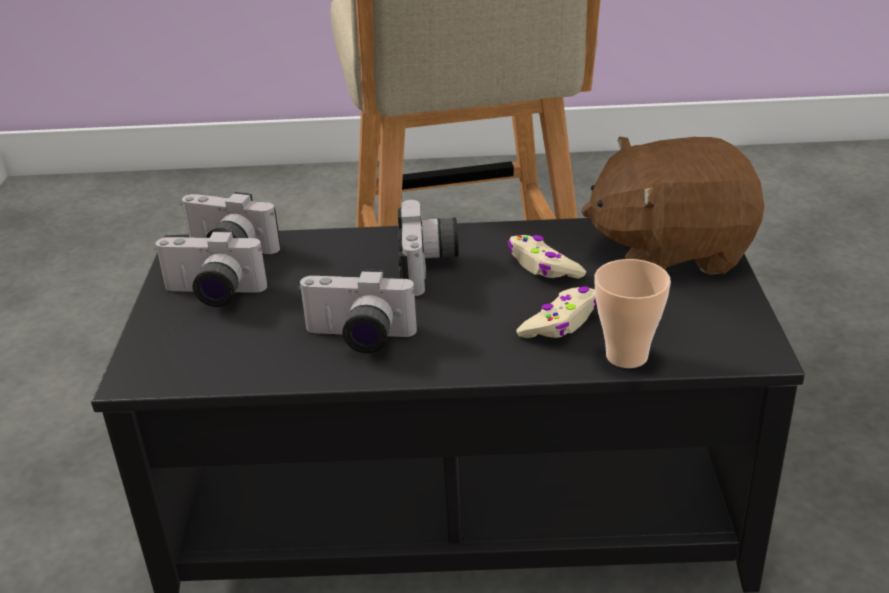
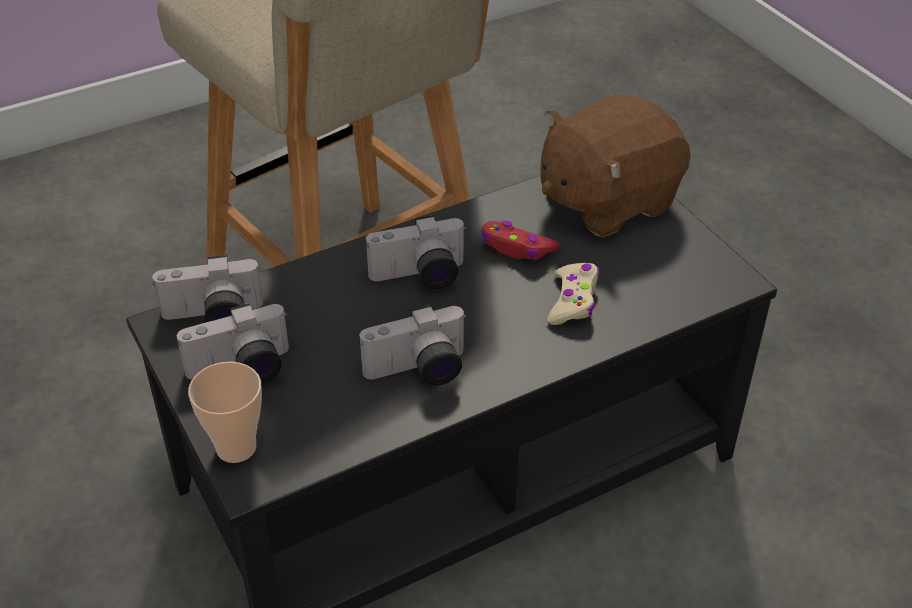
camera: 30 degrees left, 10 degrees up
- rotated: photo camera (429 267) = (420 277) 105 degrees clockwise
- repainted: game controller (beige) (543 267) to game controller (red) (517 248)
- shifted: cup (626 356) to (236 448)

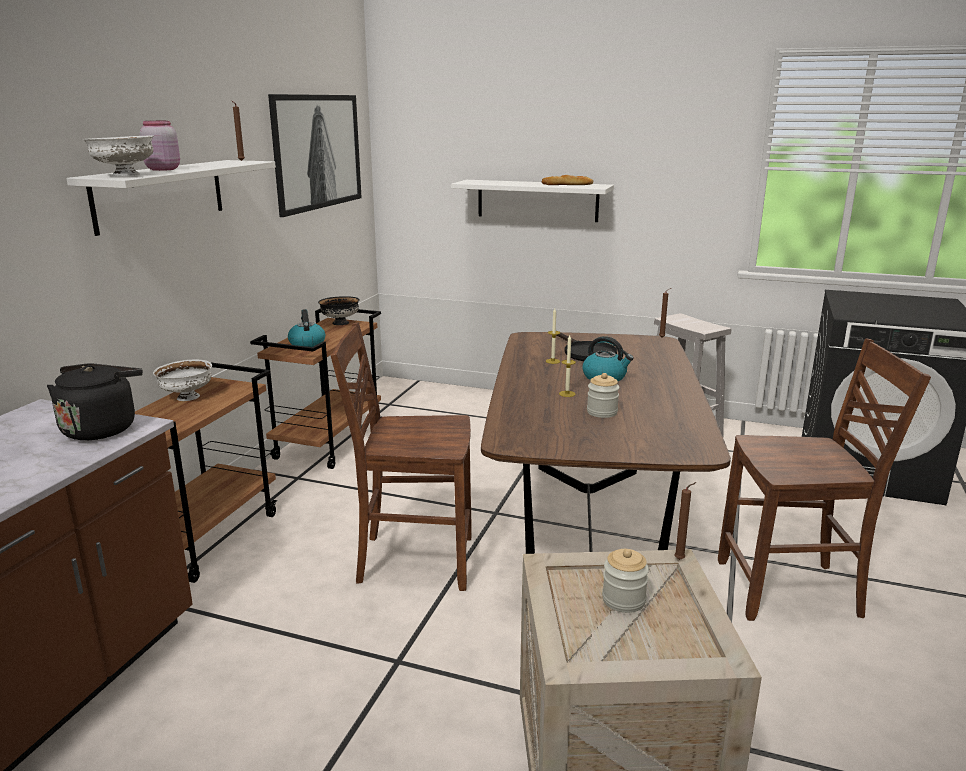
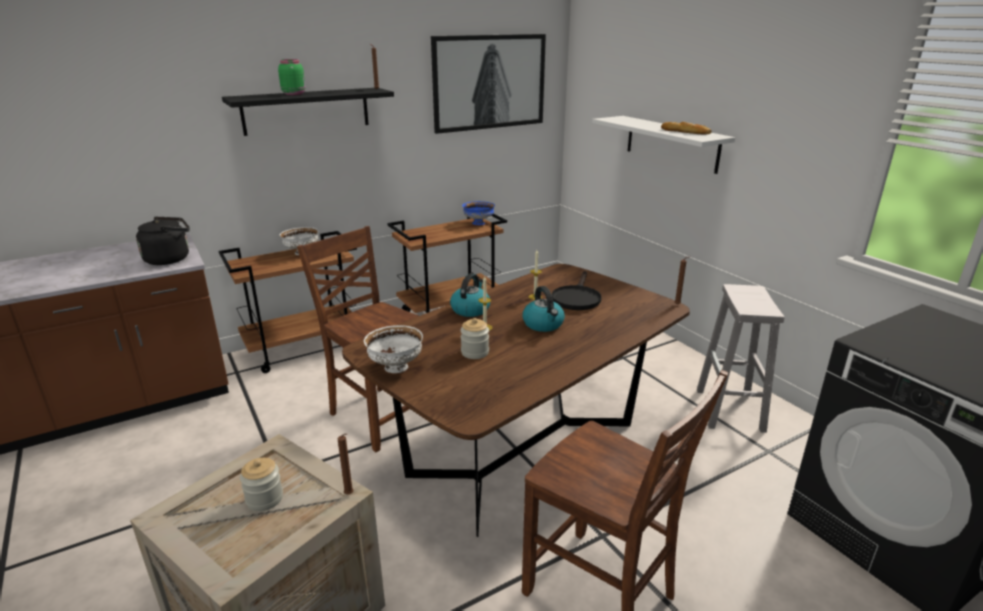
camera: 40 degrees right, 5 degrees up
- repainted: shelf (white) (160 195) to shelf (black) (306 111)
- shifted: bowl (white) (124 175) to (395 367)
- repainted: jar (pink) (162 169) to jar (green) (294 94)
- shifted: kettle (307 343) to (470 309)
- repainted: bowl (black) (340 323) to bowl (blue) (478 223)

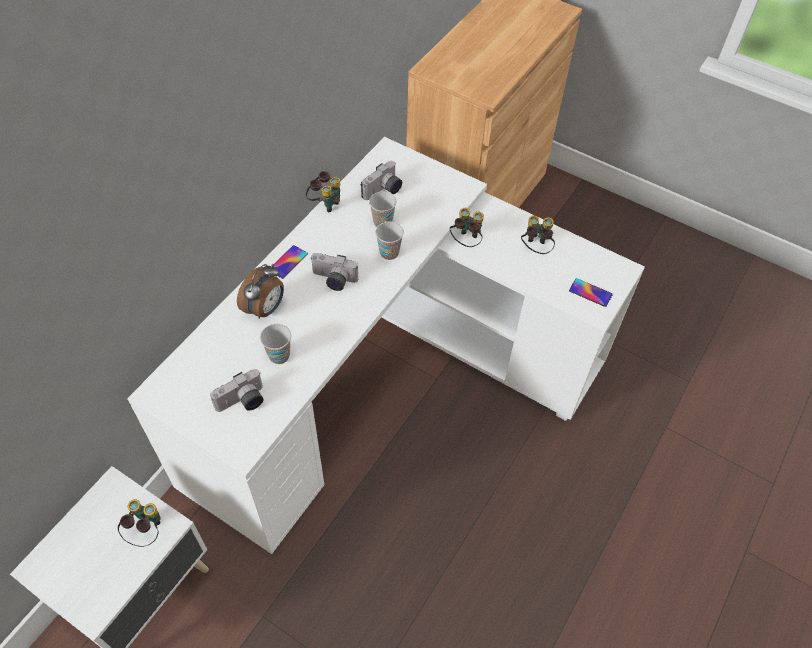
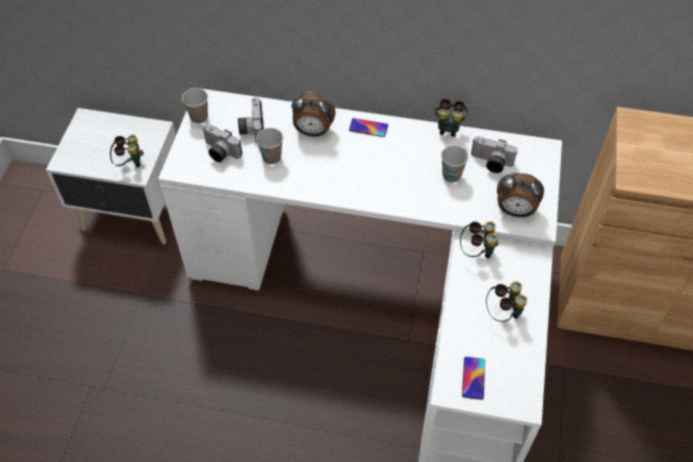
camera: 70 degrees right, 0 degrees up
- shifted: photo camera (333 280) to (251 128)
- shifted: cup (389 253) to (199 117)
- new: alarm clock (515 211)

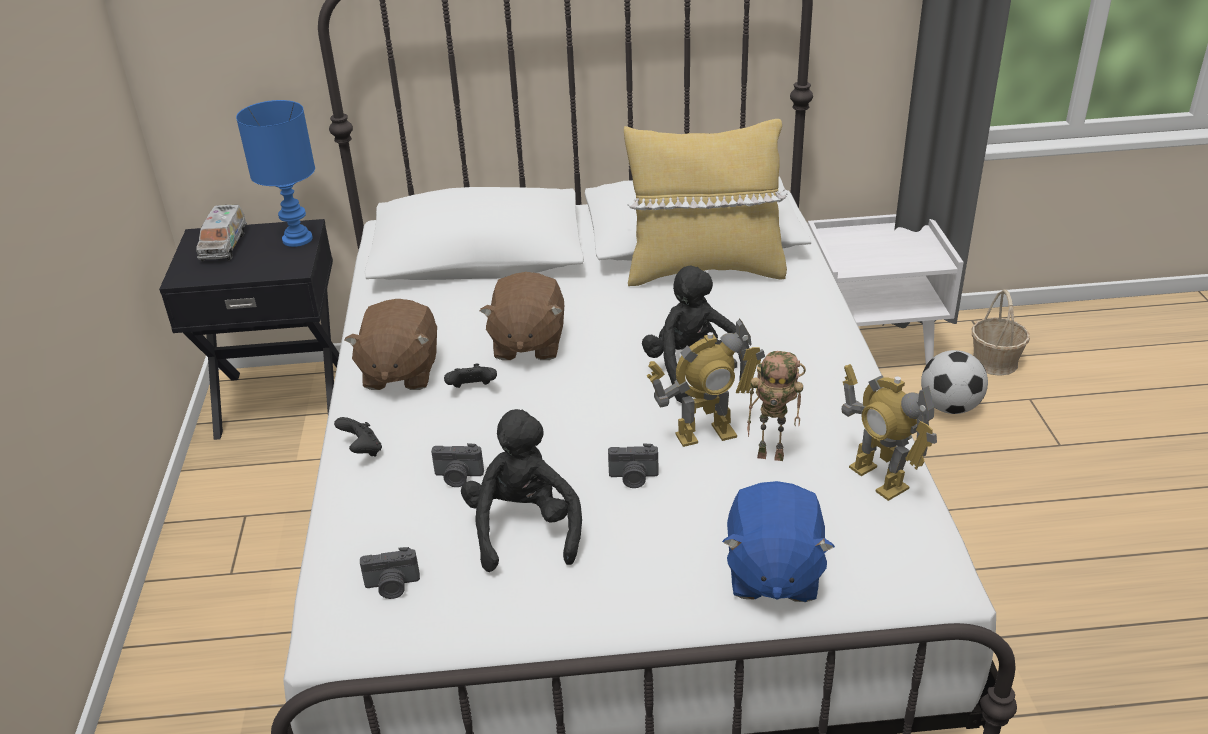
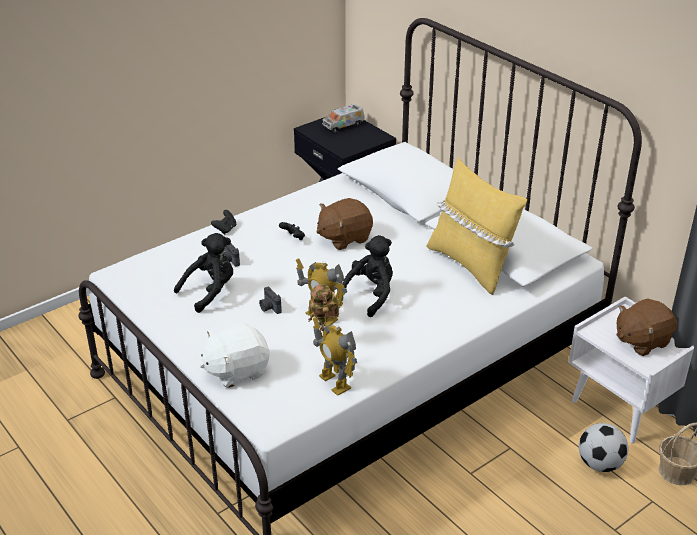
camera: 55 degrees right, 0 degrees up
- gone: table lamp (blue) (297 239)
- shifted: plush toy (brown) (400 372) to (641 341)
- gone: photo camera (392 586)
- repainted: plush toy (blue) (772 573) to plush toy (white) (236 370)
- rotated: toy robot (878 478) = (334 382) 60 degrees counterclockwise

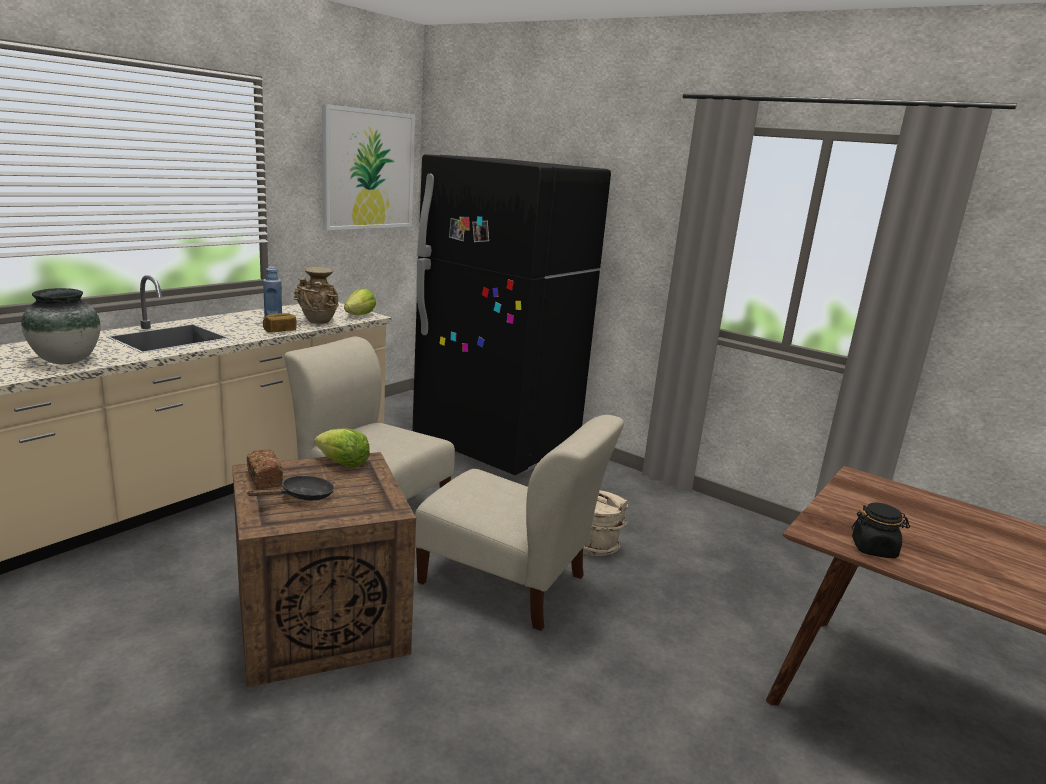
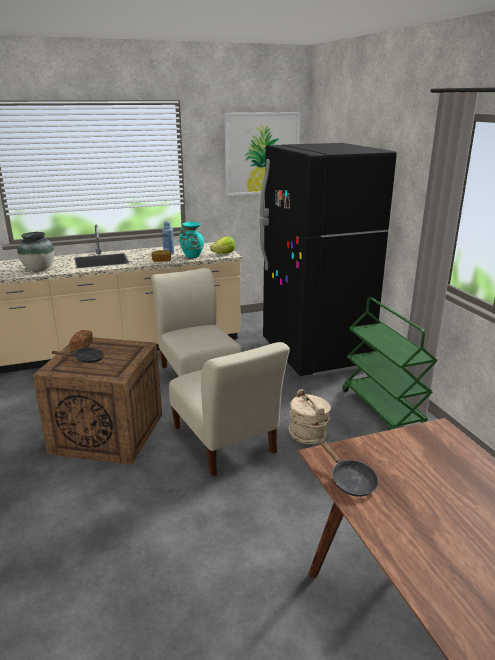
camera: 35 degrees right, 5 degrees up
- repainted: vase (beige) (318 322) to vase (turquoise) (192 256)
- gone: lettuce (342 463)
- swapped: jar (black) (874 549) to frying pan (black) (350 481)
- new: cart (green) (383 409)

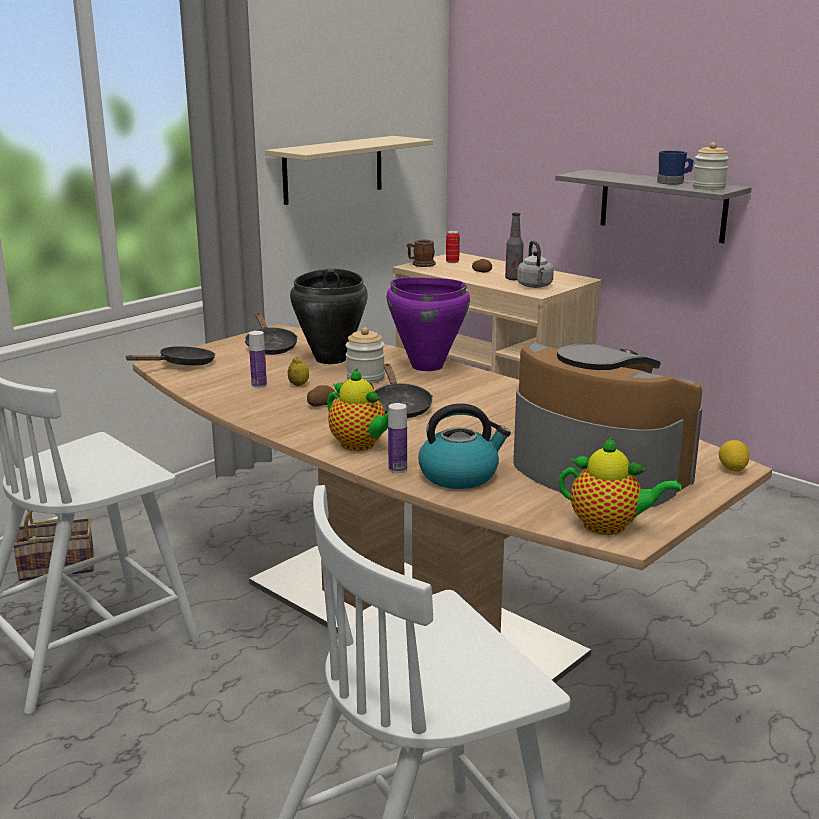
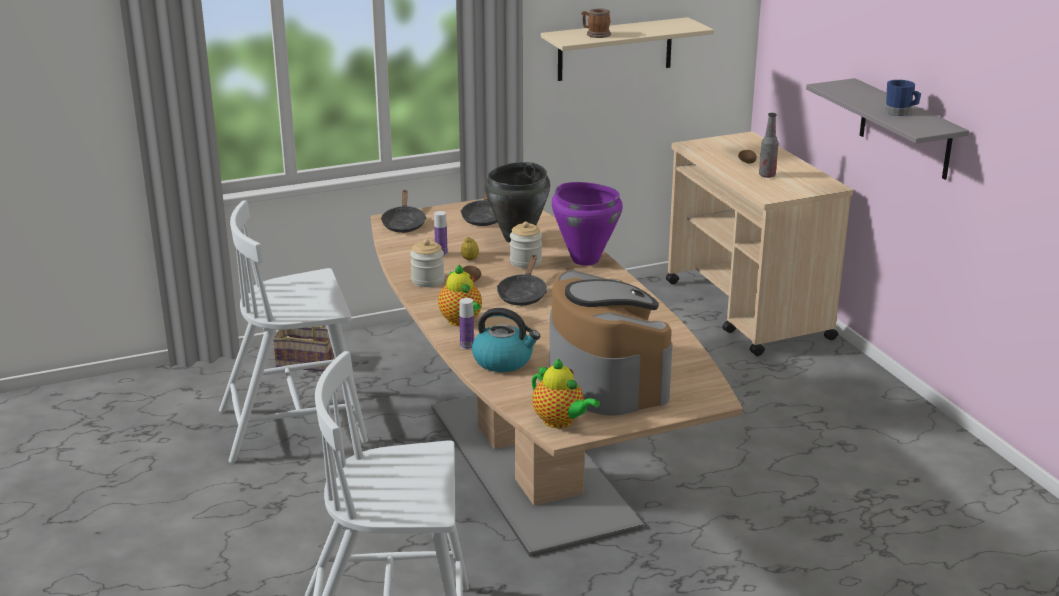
camera: 25 degrees right, 5 degrees up
- rotated: frying pan (black) (182 365) = (403 224) 105 degrees clockwise
- shifted: mug (421 264) to (595 34)
- gone: can (452 262)
- gone: kettle (grey) (535 286)
- shifted: jar (708 187) to (428 280)
- gone: lemon (732 469)

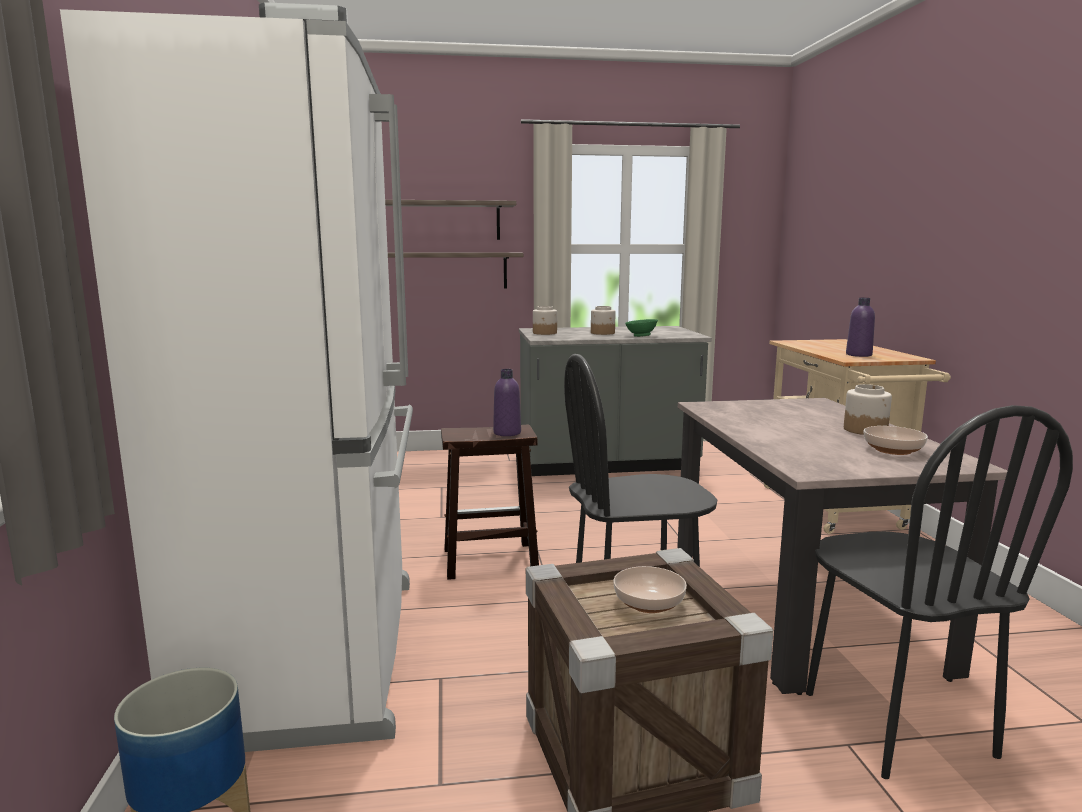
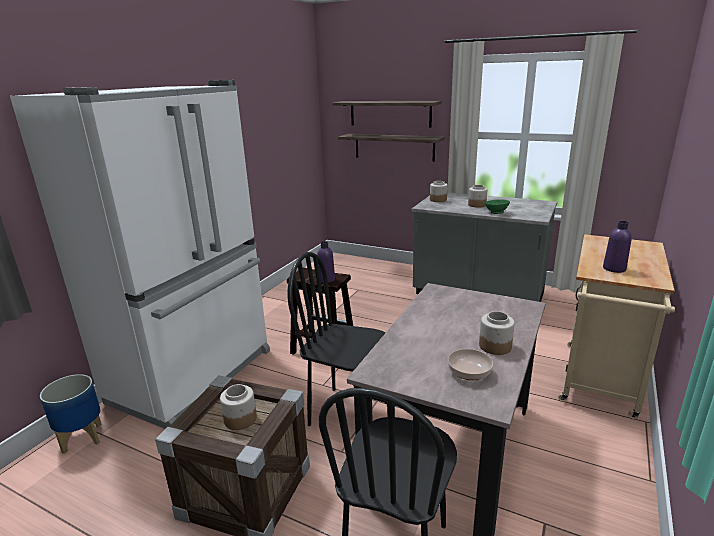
camera: 35 degrees right, 10 degrees up
- swapped: bowl (648 603) to jar (240 419)

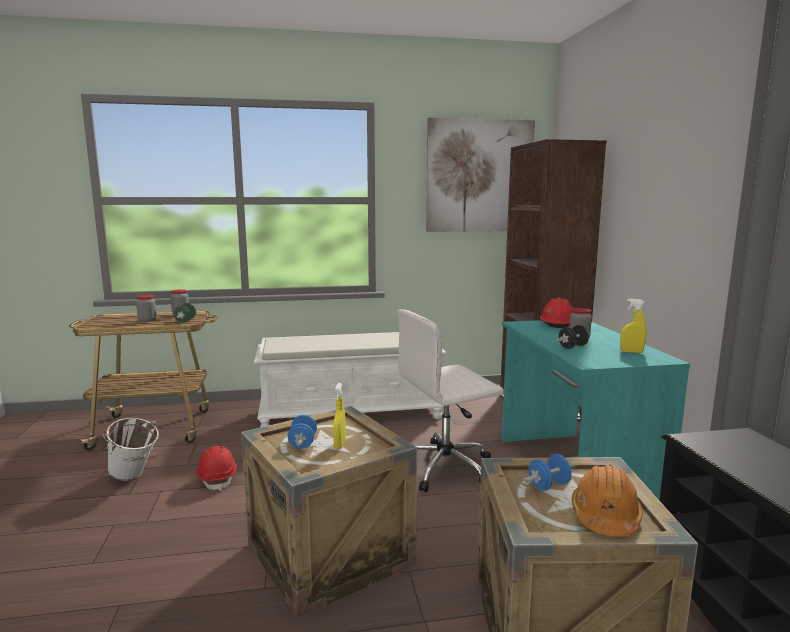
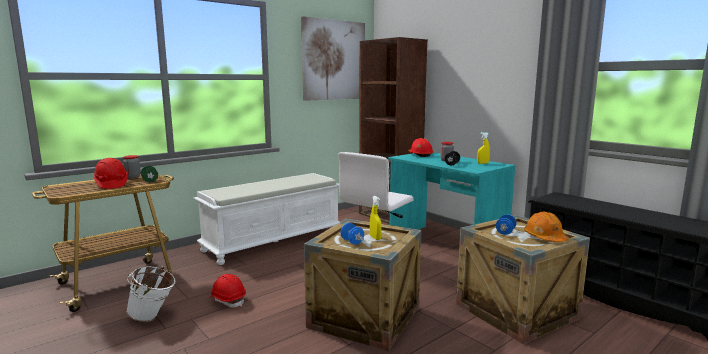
camera: 30 degrees left, 0 degrees up
- swapped: jar (147 320) to hard hat (red) (111 184)

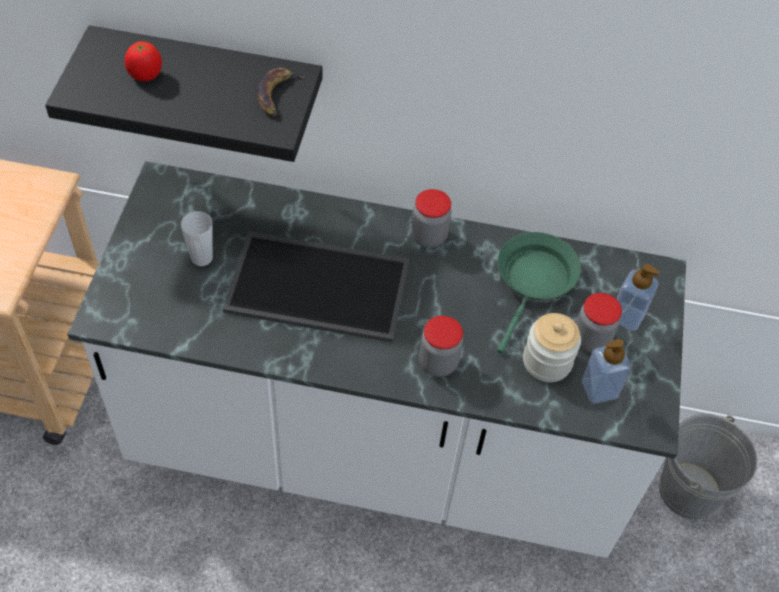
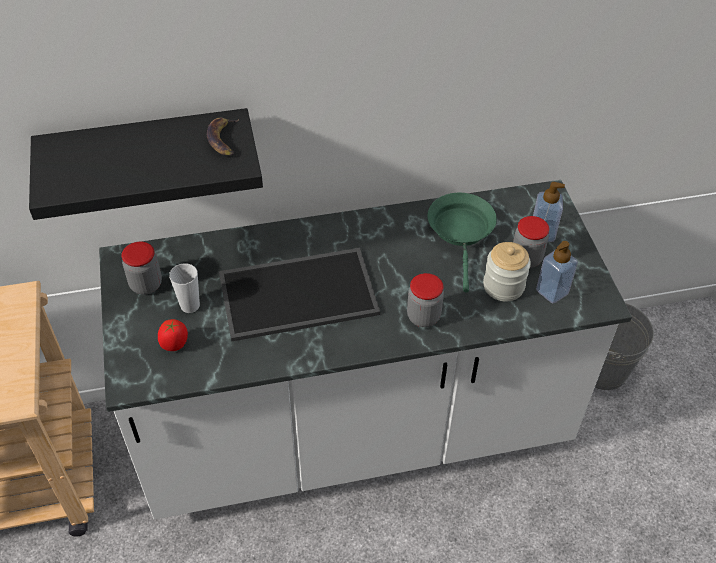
camera: 20 degrees left, 5 degrees down
- shifted: tomato (145 75) to (175 345)
- shifted: jar (429 236) to (146 284)

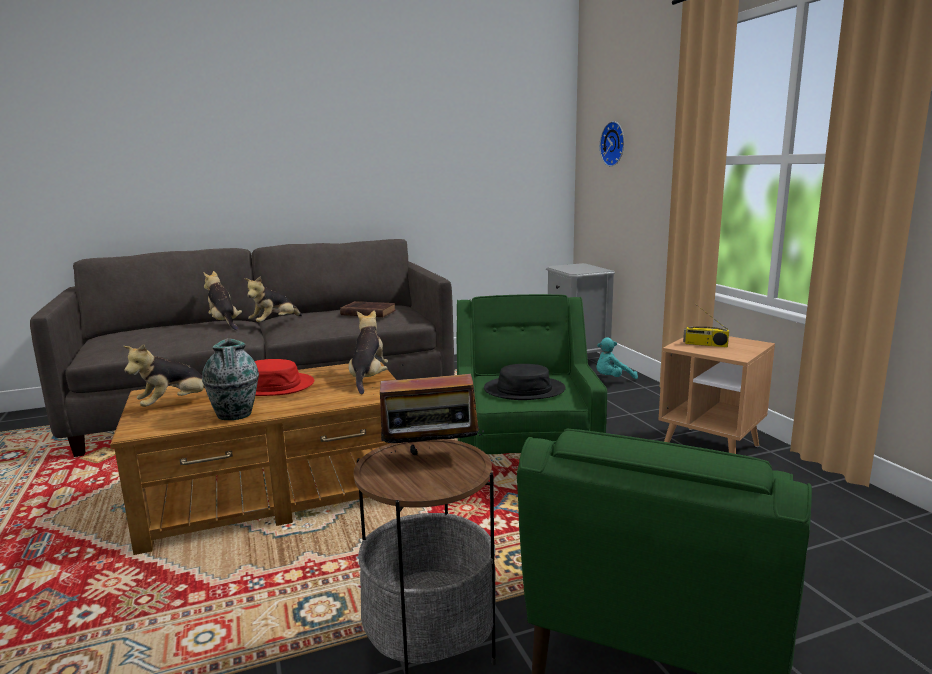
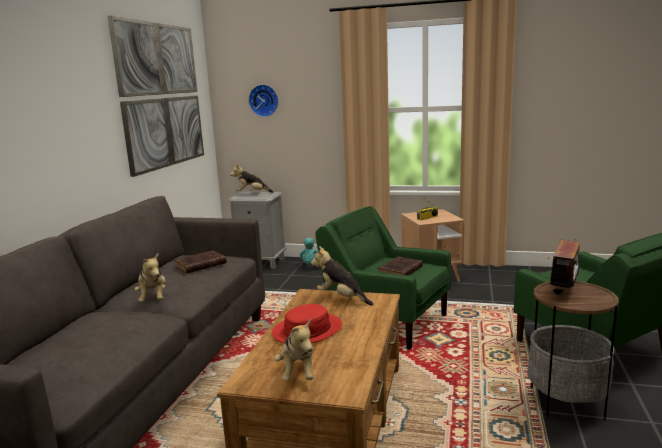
camera: 55 degrees left, 0 degrees up
- gone: vase (235 415)
- shifted: plush toy (224 323) to (251 193)
- swapped: hat (black) (524 390) to book (brown) (399 271)
- new: picture (161 96)

